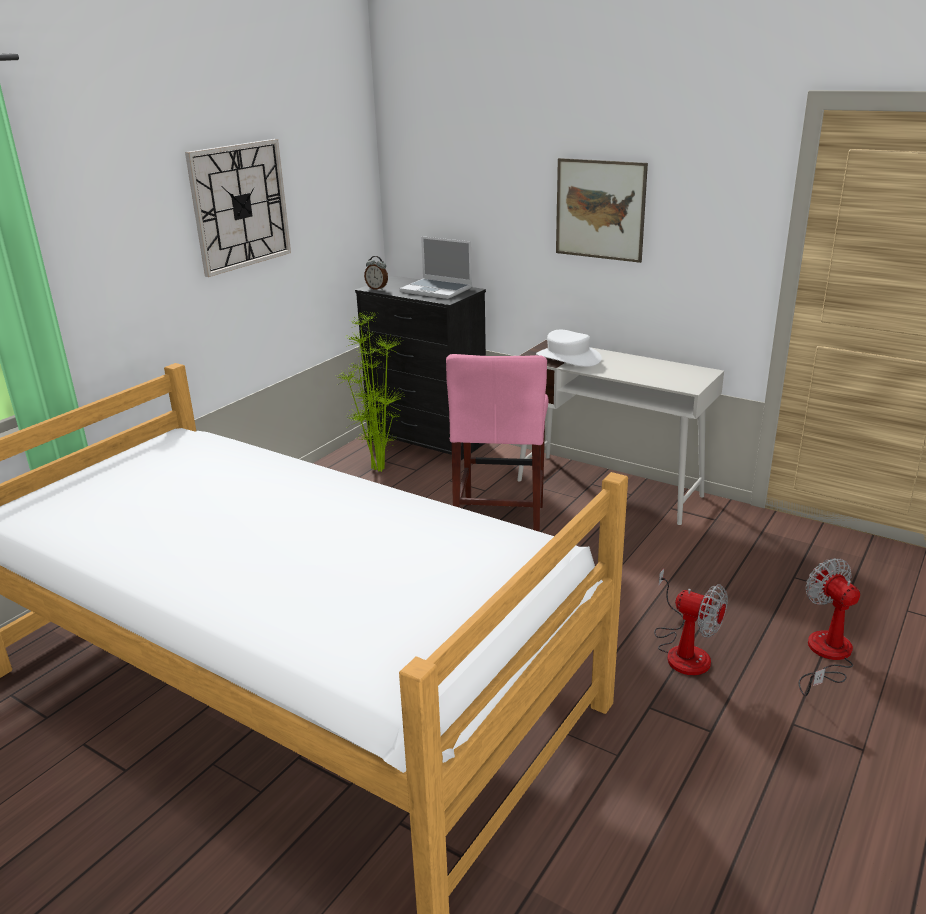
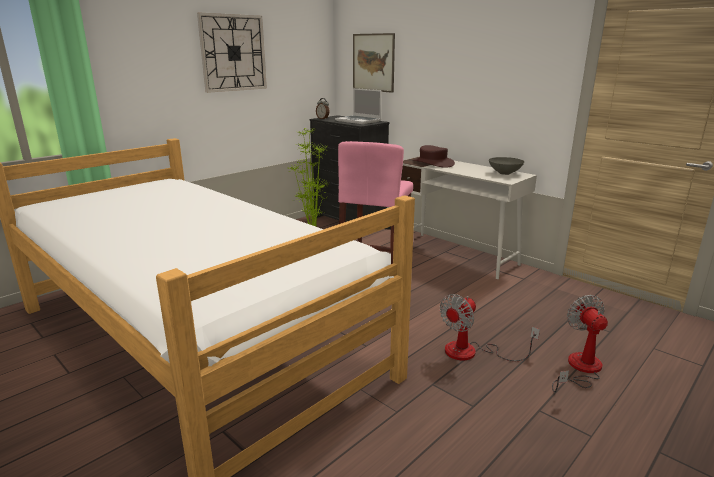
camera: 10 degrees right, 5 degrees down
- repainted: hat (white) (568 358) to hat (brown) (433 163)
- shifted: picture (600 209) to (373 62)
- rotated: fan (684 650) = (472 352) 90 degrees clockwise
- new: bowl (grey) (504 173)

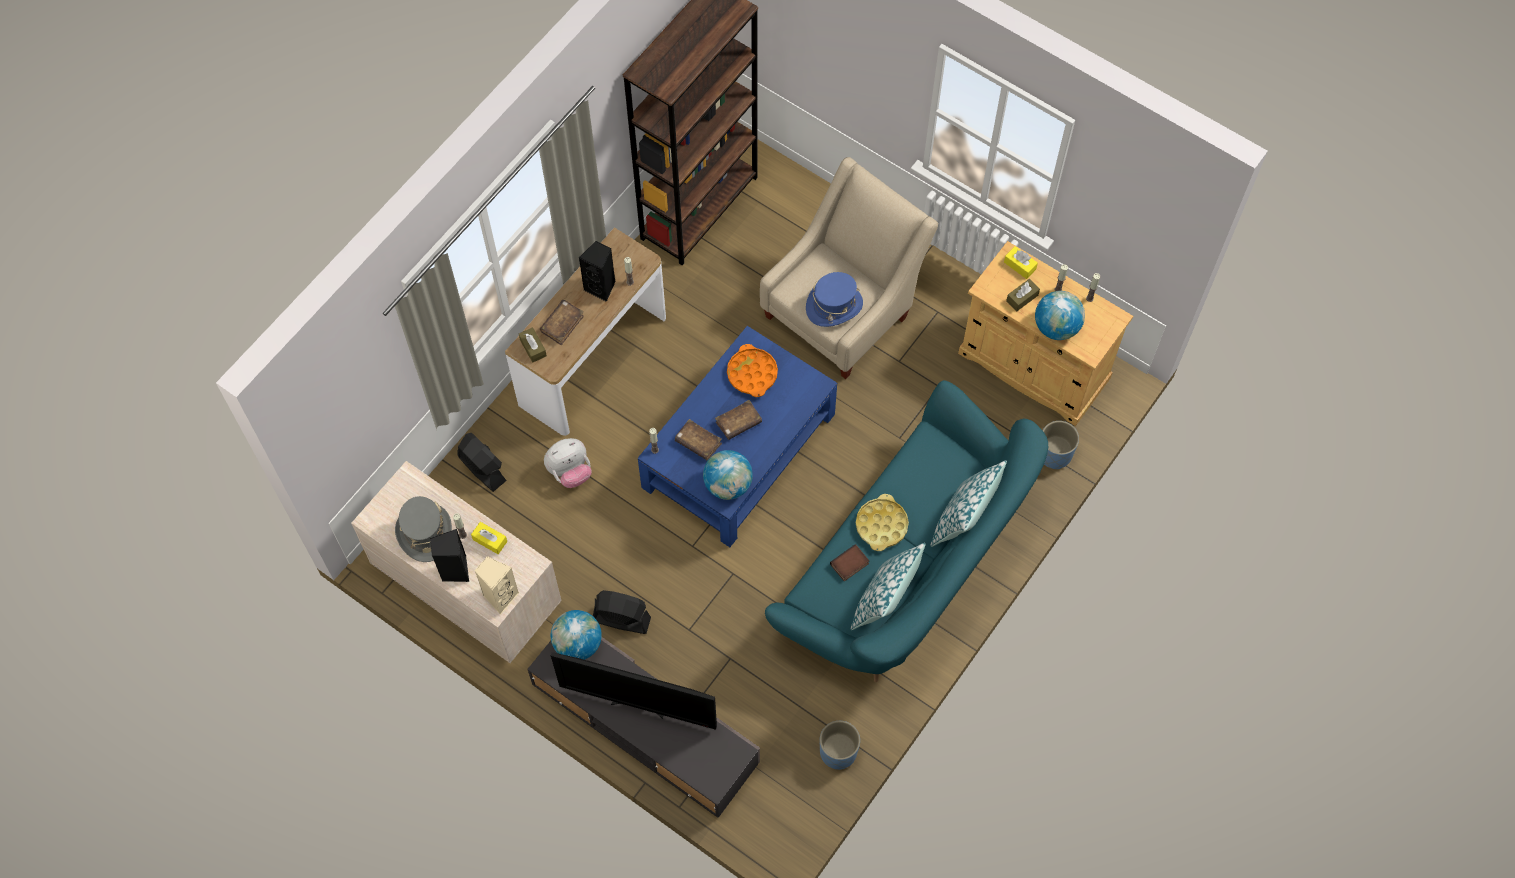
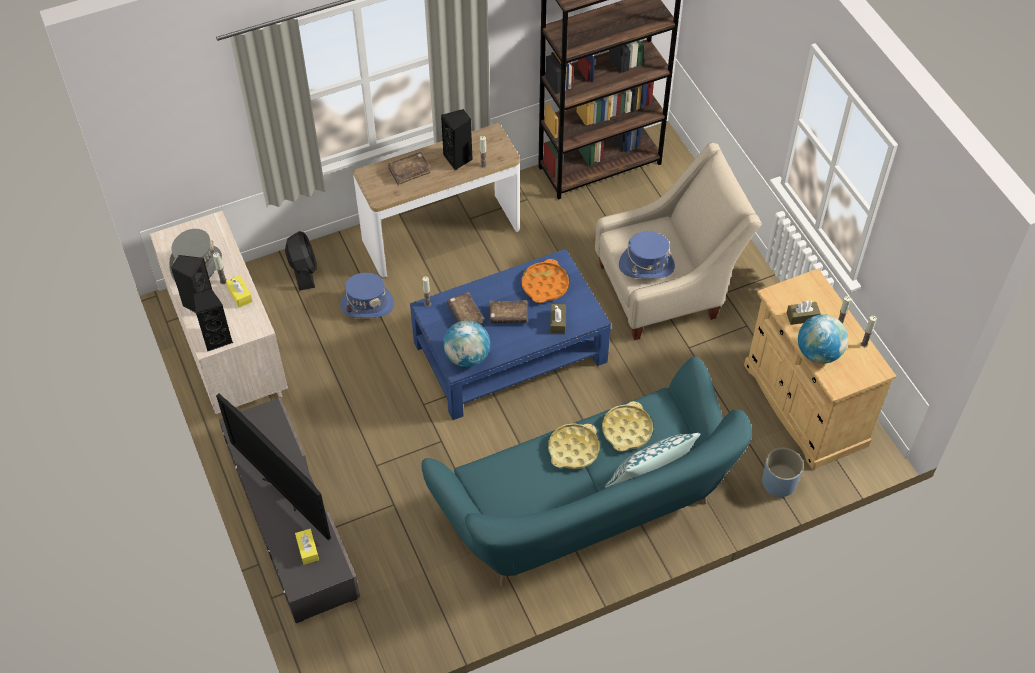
camera: 30 degrees right, 10 degrees down
- repainted: speaker (beige) (500 596) to speaker (black) (217 338)
- shifted: tissue box (brown) (533 348) to (557 322)
- swapped: plush toy (570 472) to hat (blue) (367 304)
- gone: globe (578 644)
- gone: fan (black) (621 619)
- gone: planter (blue) (838 752)
- gone: book (849 565)
- gone: pillow (885 601)
- shifted: tissue box (yellow) (1020 265) to (307 549)
- new: tray (yellow) (627 430)

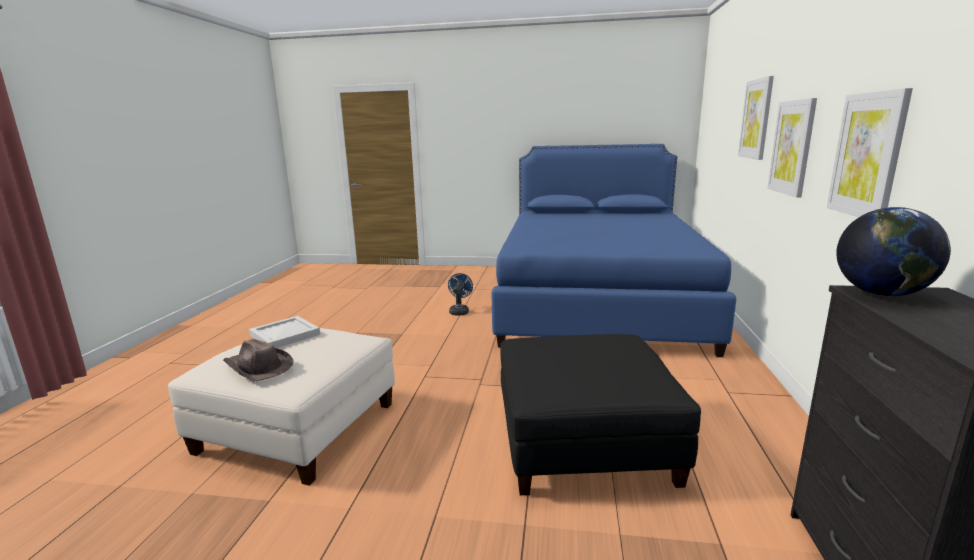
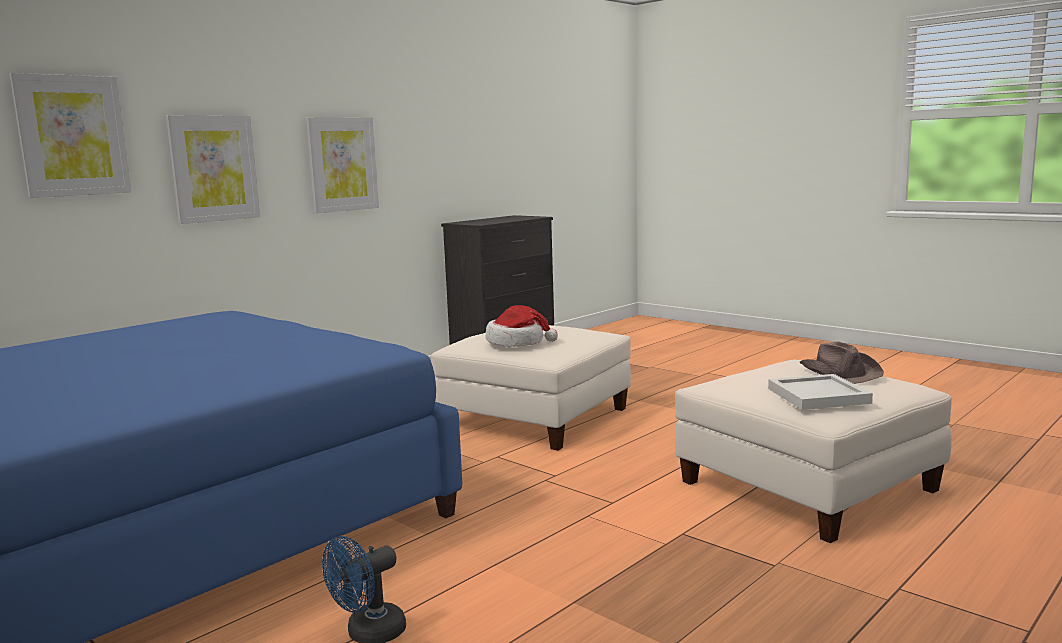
camera: 145 degrees left, 5 degrees down
- repainted: ottoman (black) (584 441) to ottoman (white) (534 417)
- gone: globe (881 294)
- new: hat (517 342)

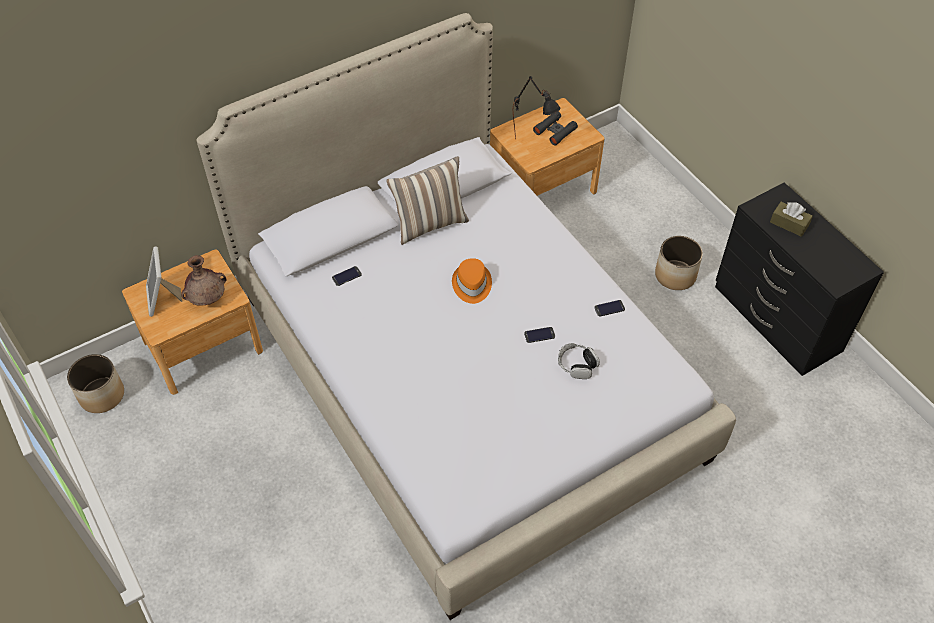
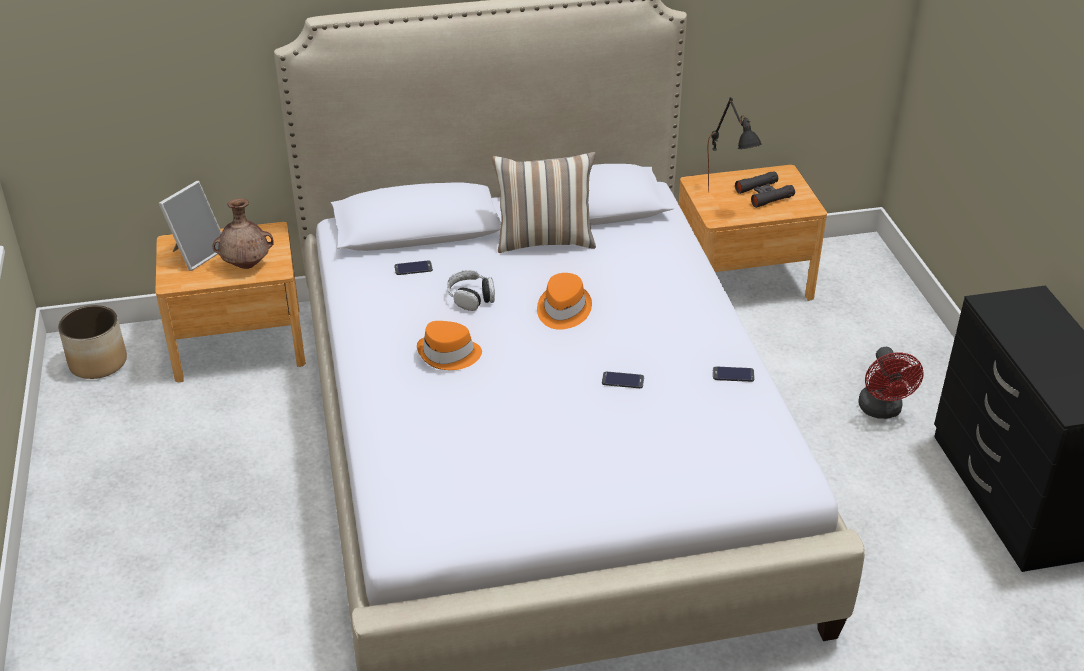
camera: 20 degrees right, 15 degrees down
- rotated: picture frame (163 299) = (197 253) 150 degrees counterclockwise
- shifted: headphones (577 365) to (471 297)
- swapped: planter (675 275) to fan (red) (882 411)
- gone: tissue box (brown) (789 224)
- new: hat (orange) (449 354)

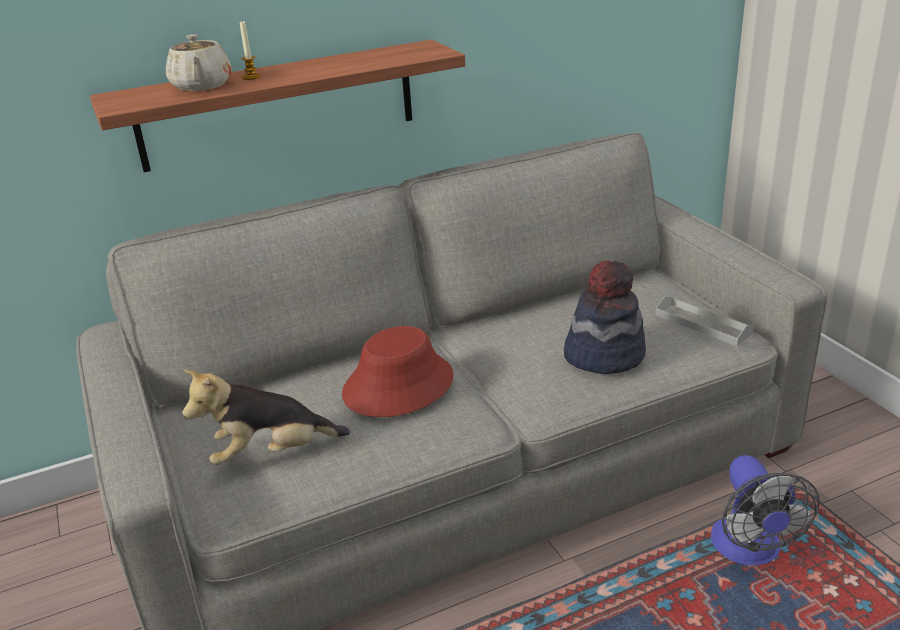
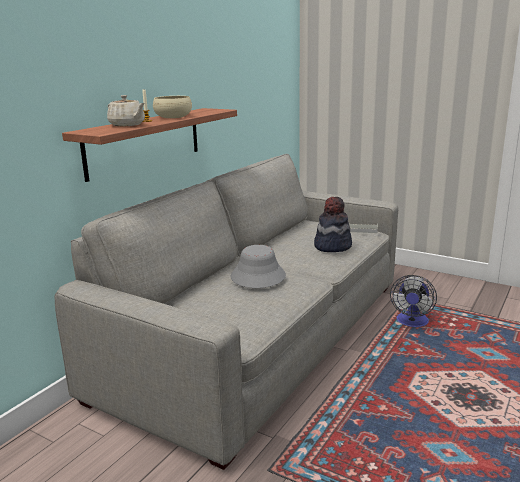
camera: 35 degrees left, 10 degrees down
- gone: plush toy (271 453)
- repainted: hat (red) (398 385) to hat (grey) (257 276)
- rotated: fan (750 551) = (412 322) 60 degrees clockwise
- new: bowl (beige) (173 117)

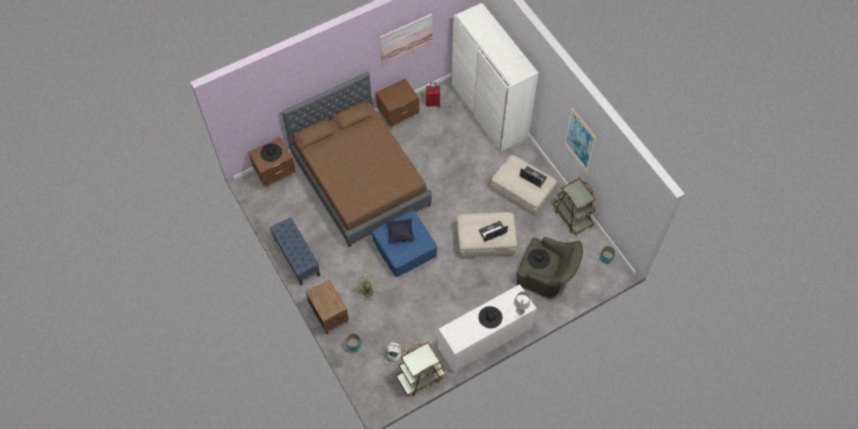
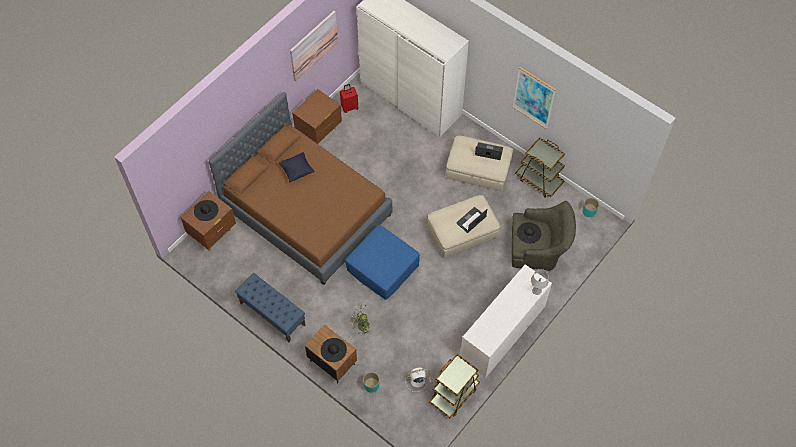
camera: 20 degrees left, 0 degrees up
- shifted: pillow (black) (400 234) to (297 171)
- shifted: hat (black) (490 317) to (333 350)

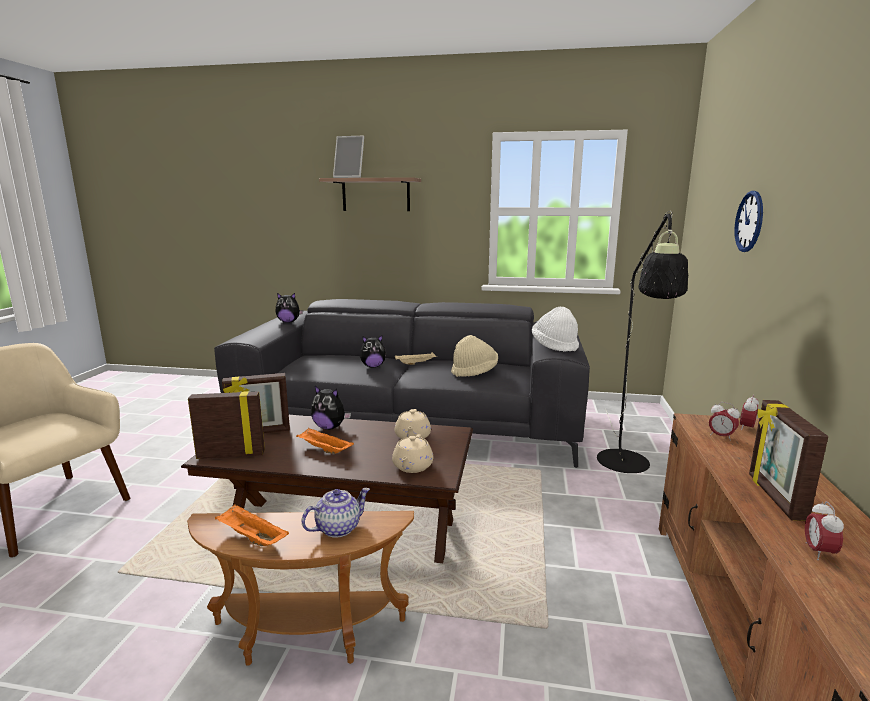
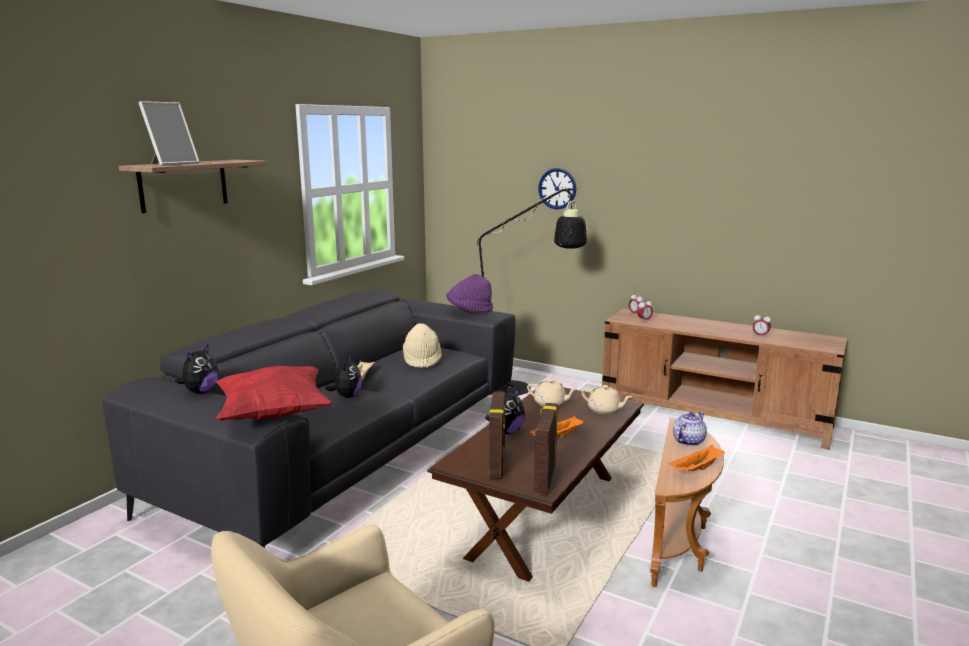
camera: 70 degrees left, 0 degrees up
- rotated: teapot (338 528) = (688 441) 60 degrees clockwise
- repainted: hat (white) (555 345) to hat (purple) (469 310)
- gone: picture frame (774 497)
- new: pillow (red) (274 414)

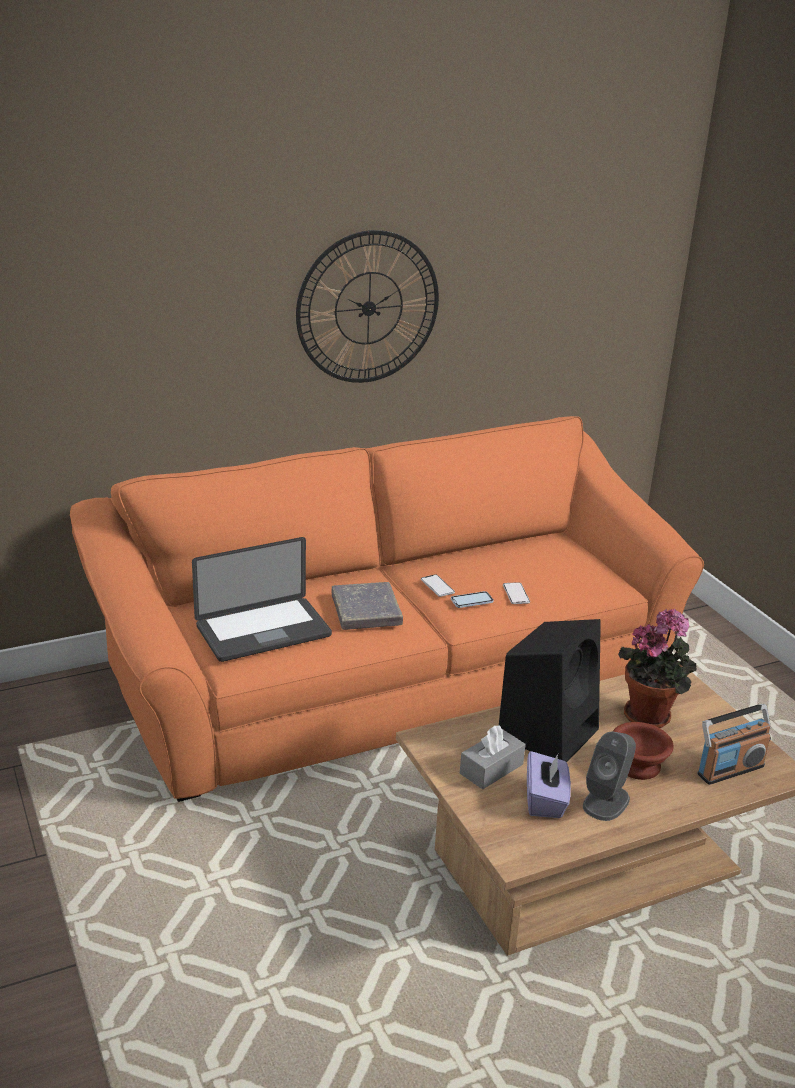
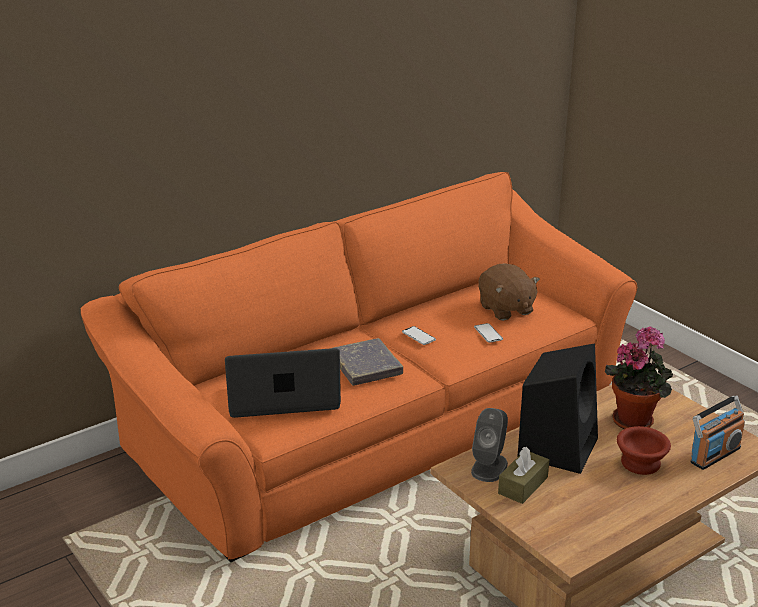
camera: 10 degrees left, 0 degrees up
- rotated: laptop (263 631) = (283 397) 150 degrees counterclockwise
- gone: wall clock (368 308)
- gone: phone (471 601)
- repainted: tissue box (grey) (491 769) to tissue box (brown) (523 485)
- gone: tissue box (purple) (545 800)
- shifted: speaker (grey) (606 801) to (489 467)
- new: plush toy (brown) (505 309)

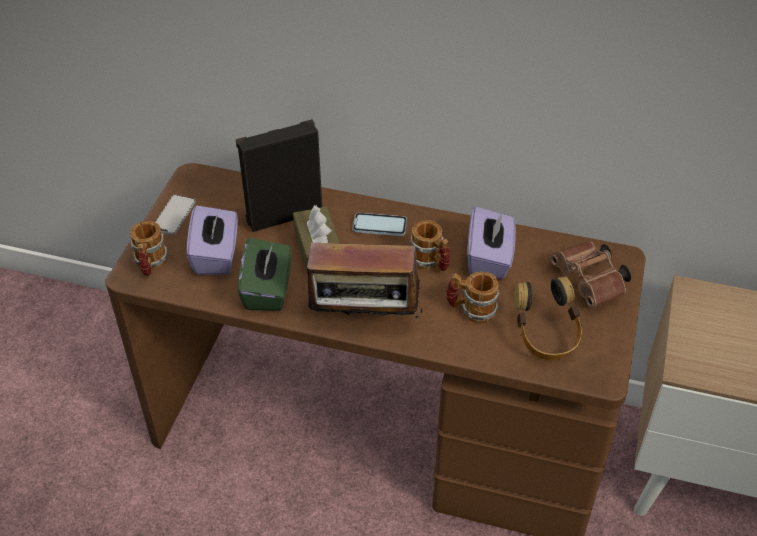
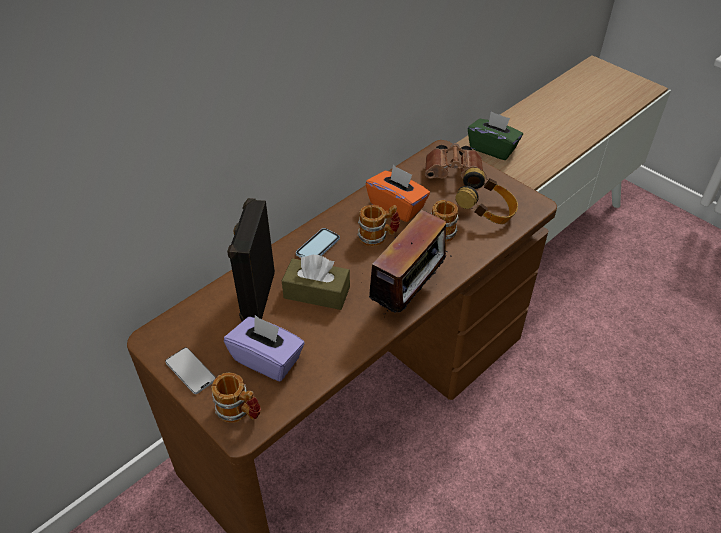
camera: 60 degrees left, 0 degrees up
- shifted: tissue box (green) (268 290) to (492 148)
- repainted: tissue box (purple) (489 258) to tissue box (orange) (397 206)

